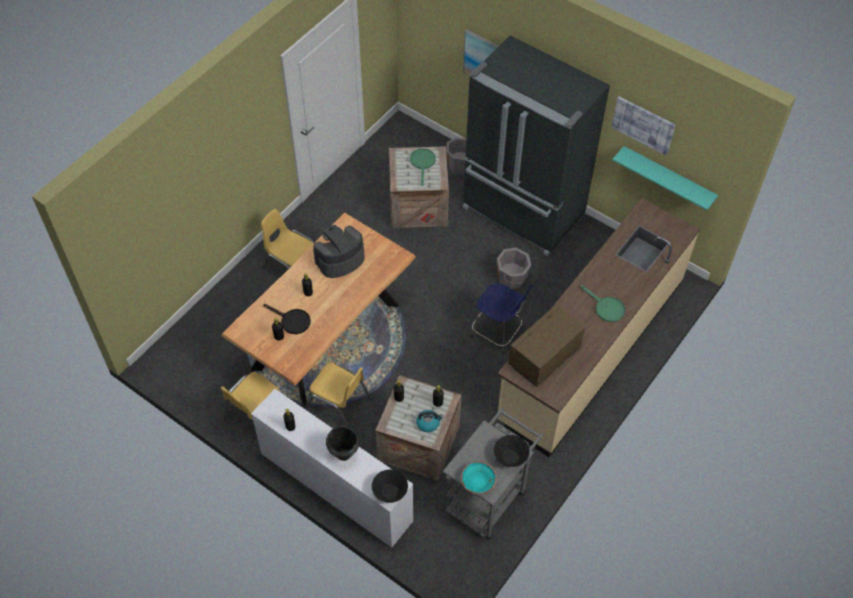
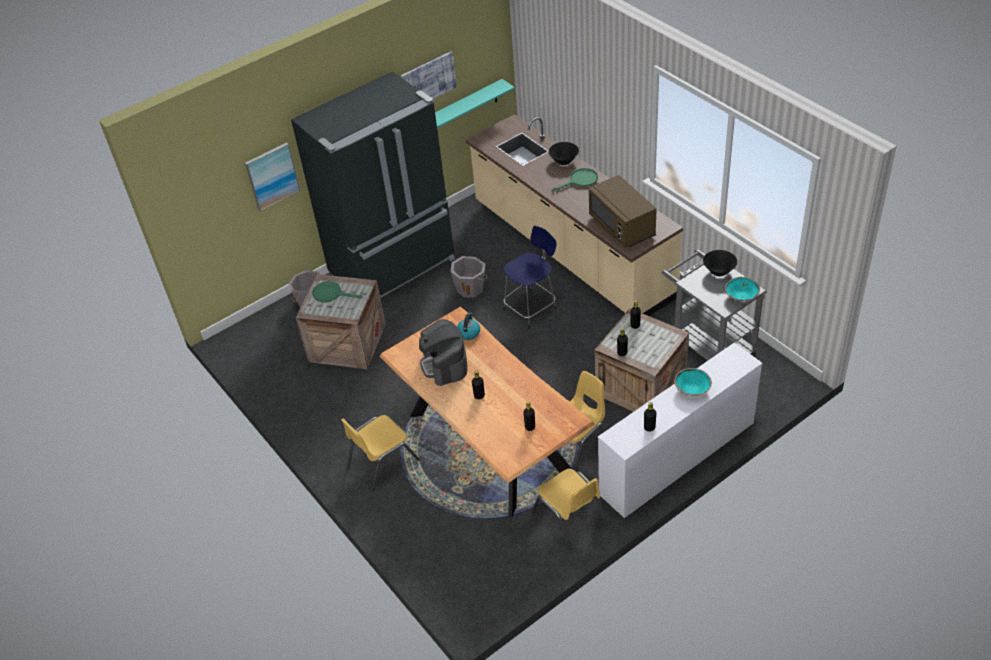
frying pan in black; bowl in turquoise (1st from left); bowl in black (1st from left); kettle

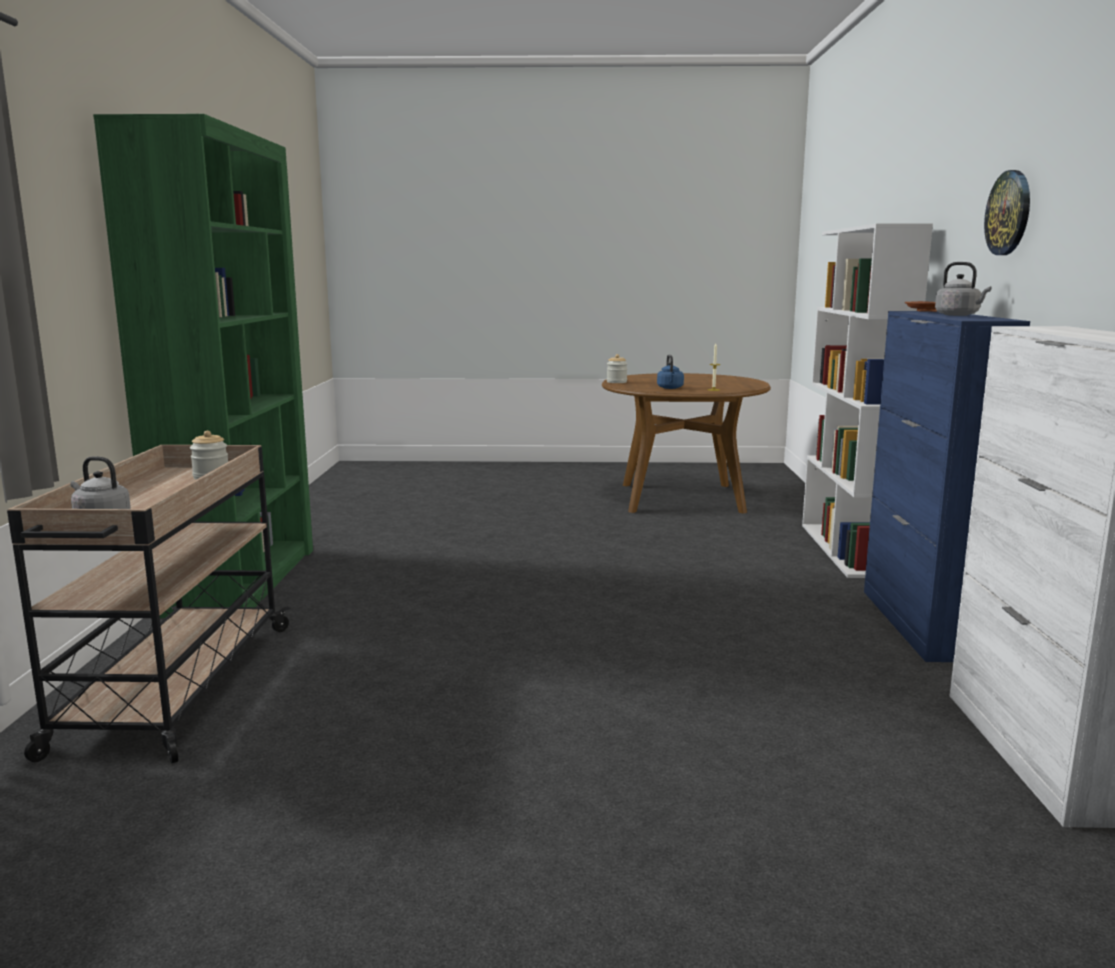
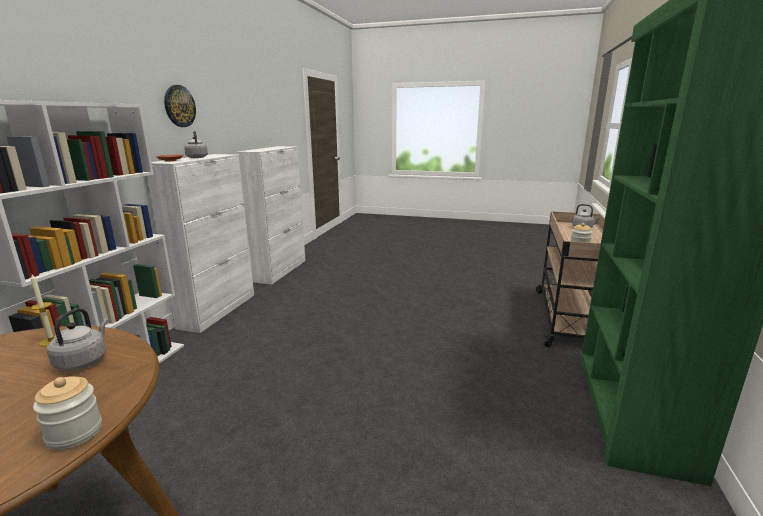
kettle in grey (1st from left); cabinet in white (1st from left)

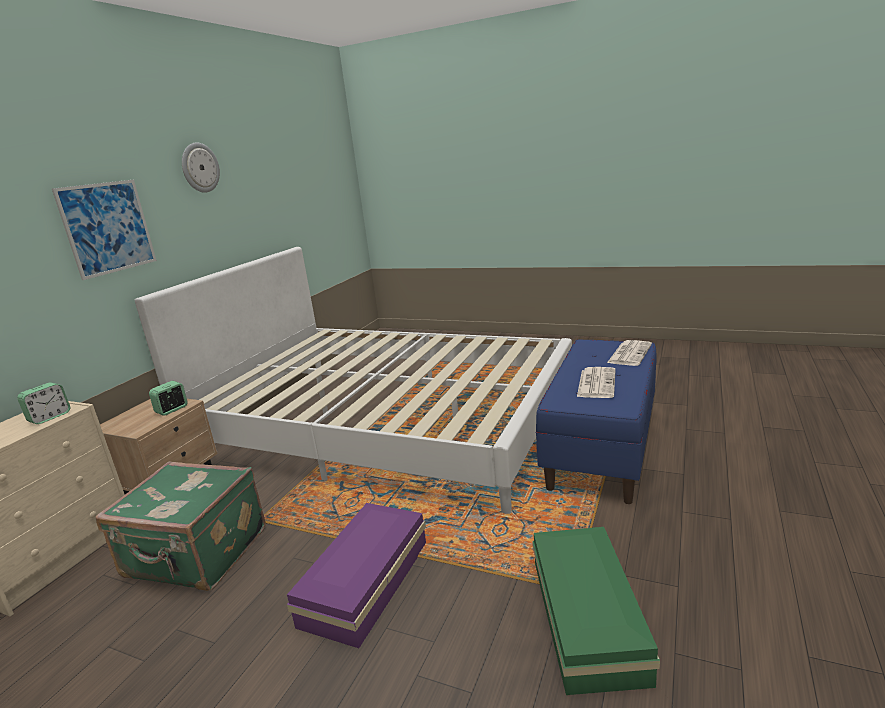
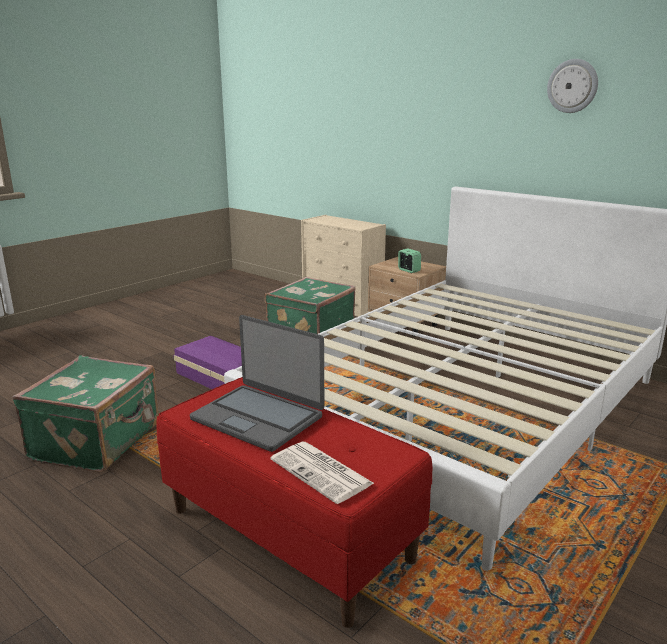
alarm clock (1st from left in the first image); picture; suitcase in green (1st from left); bench in red; laptop

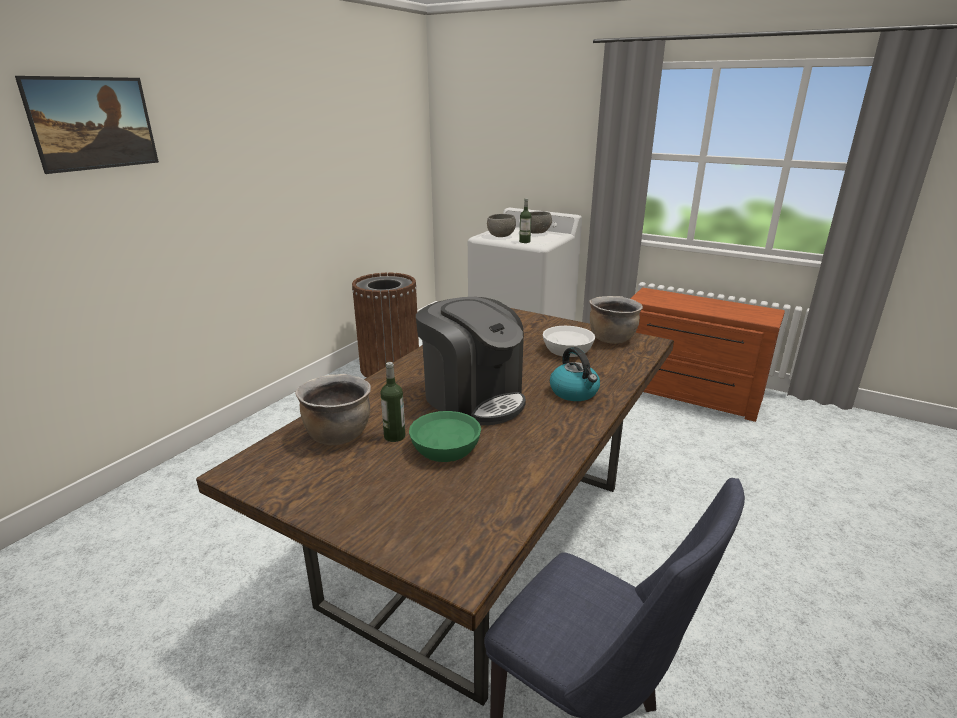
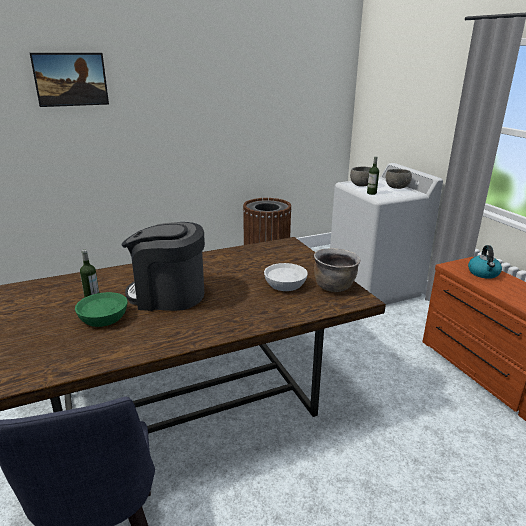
cooking pot in brown (1st from left in the first image); coffee machine; kettle

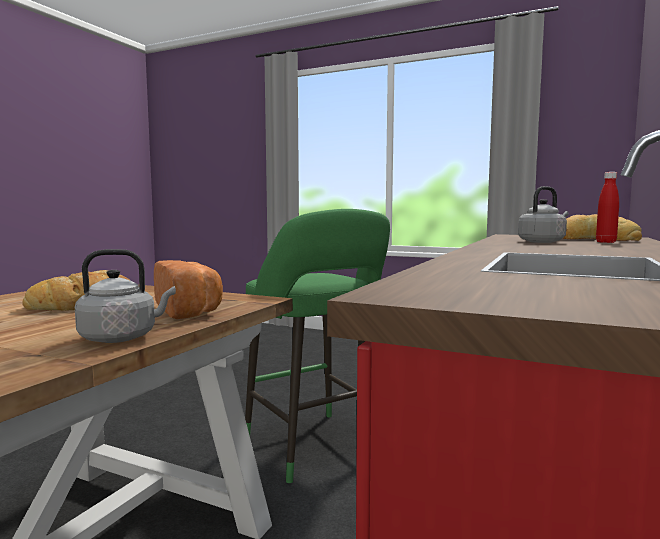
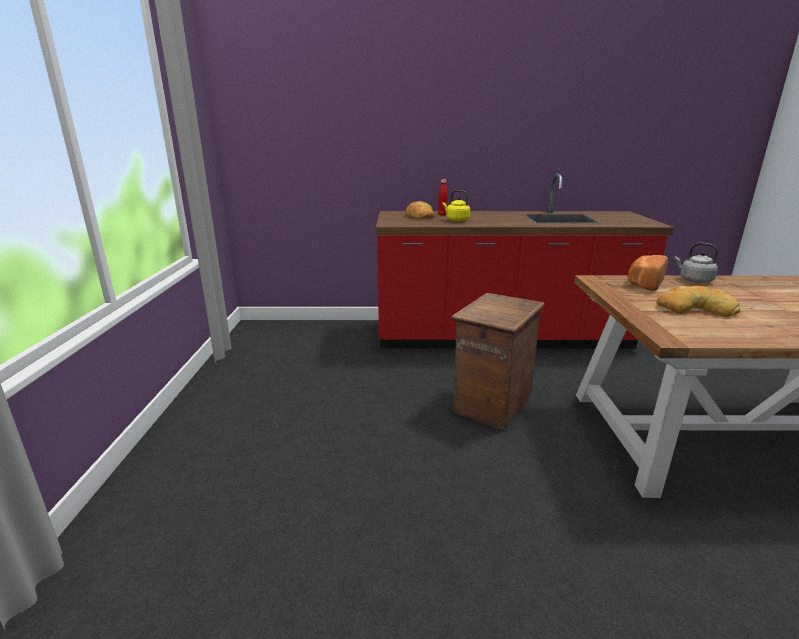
crate; kettle in yellow

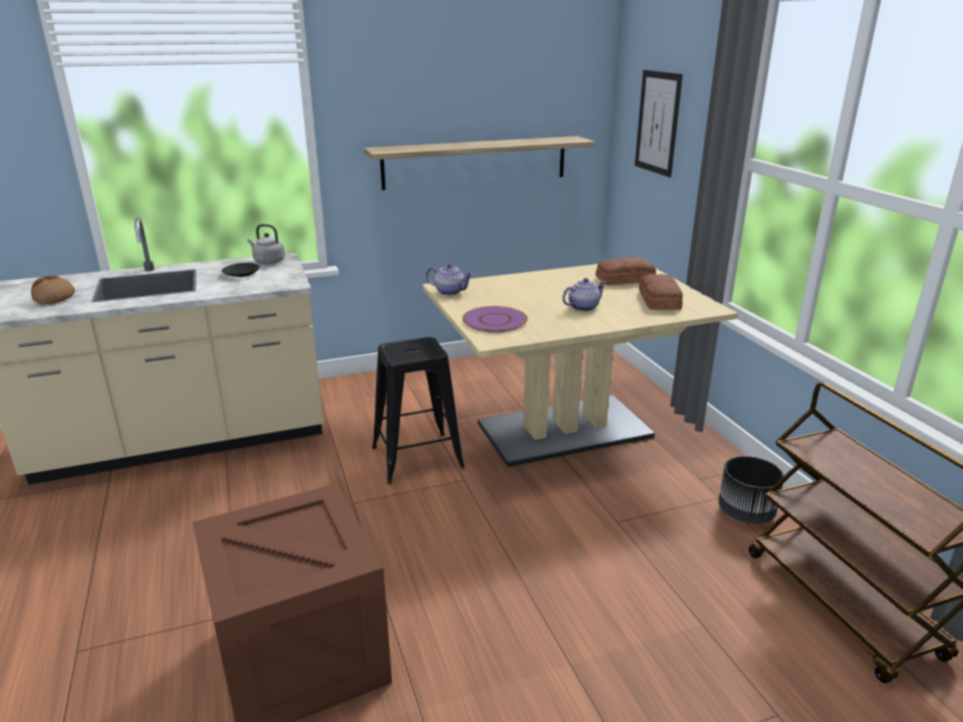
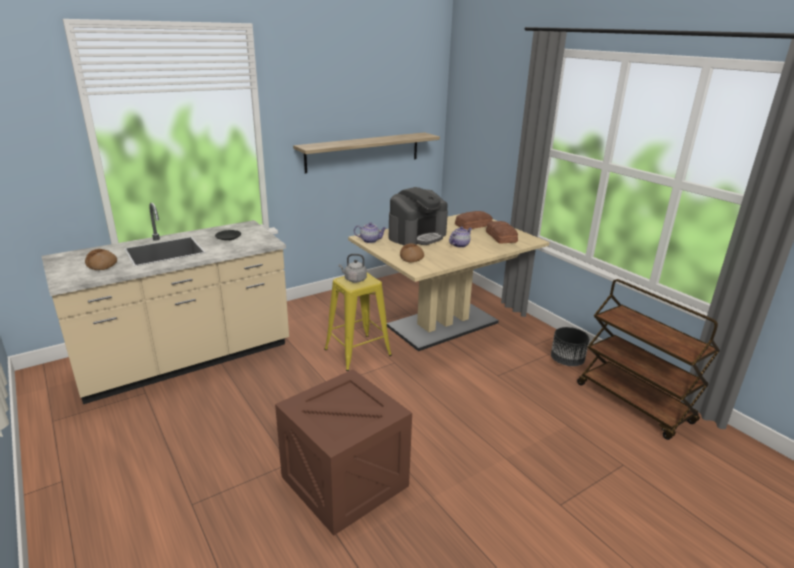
kettle in grey; stool in yellow; bread (2nd from left); picture; coffee machine

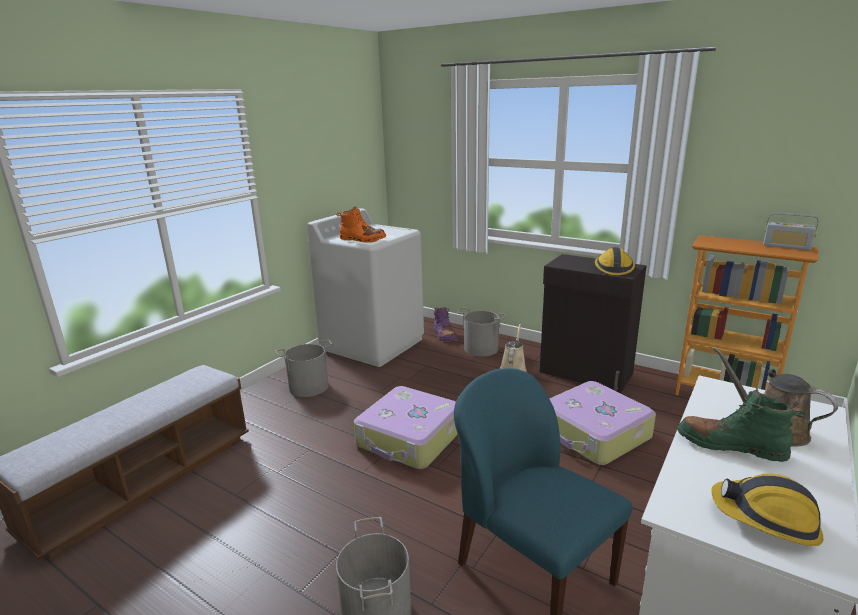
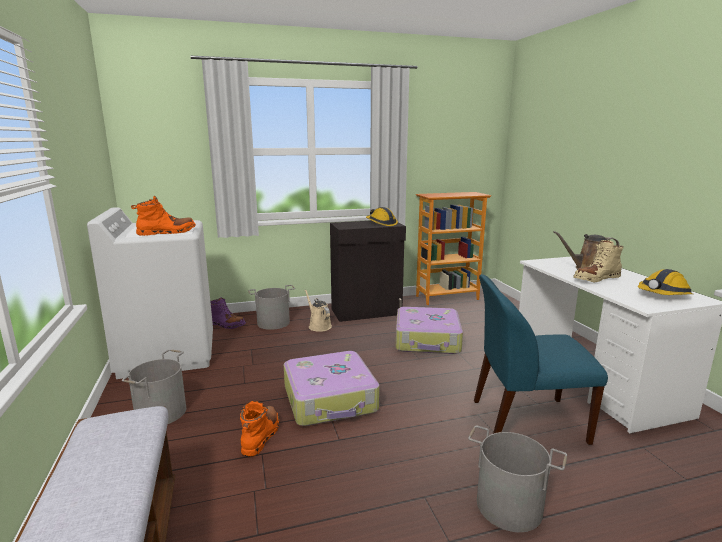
boot in beige; radio; boot in orange (2nd from left)

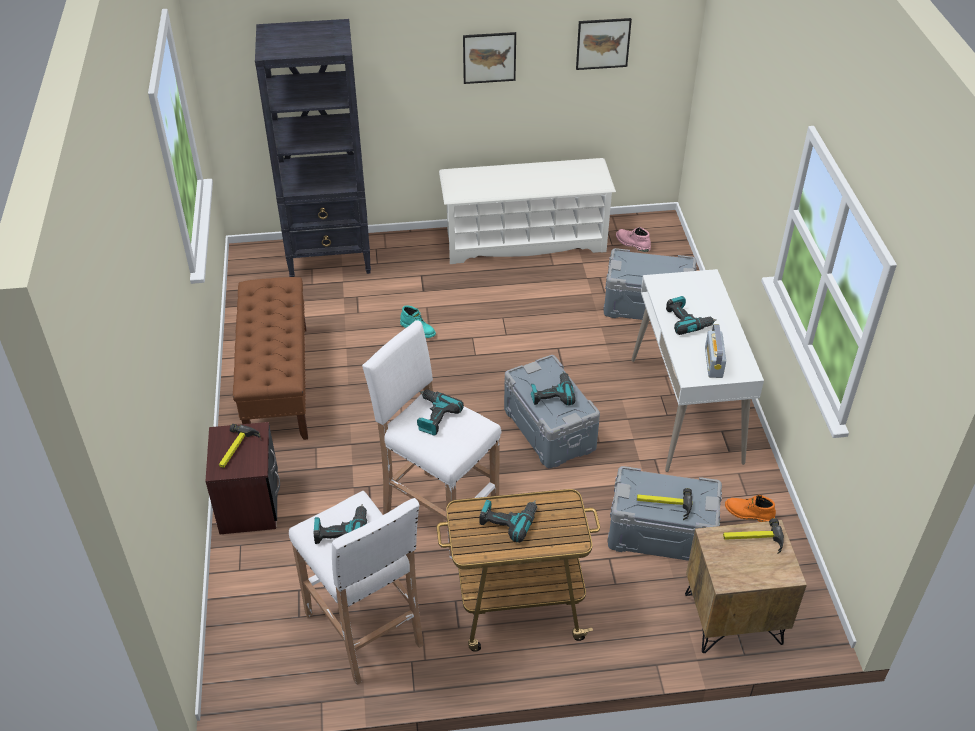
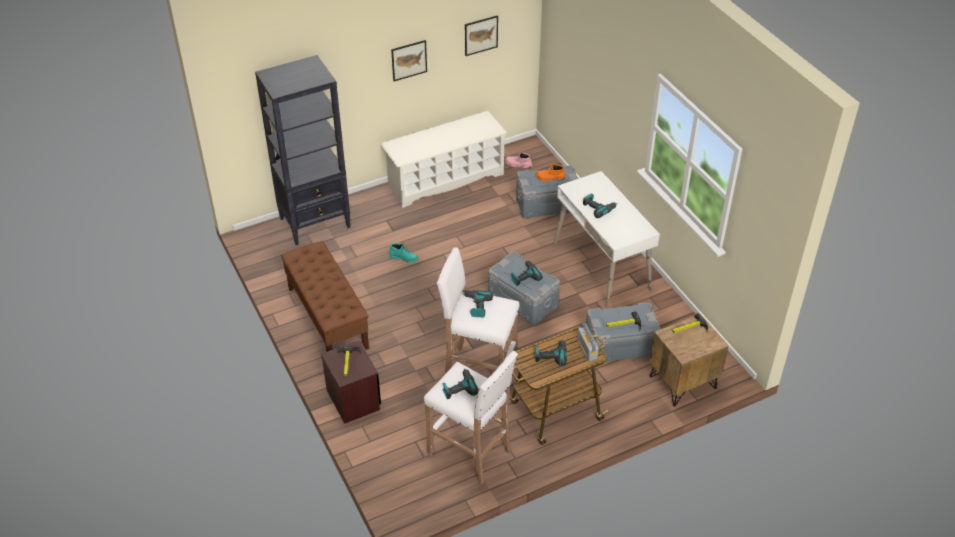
radio; boot in orange

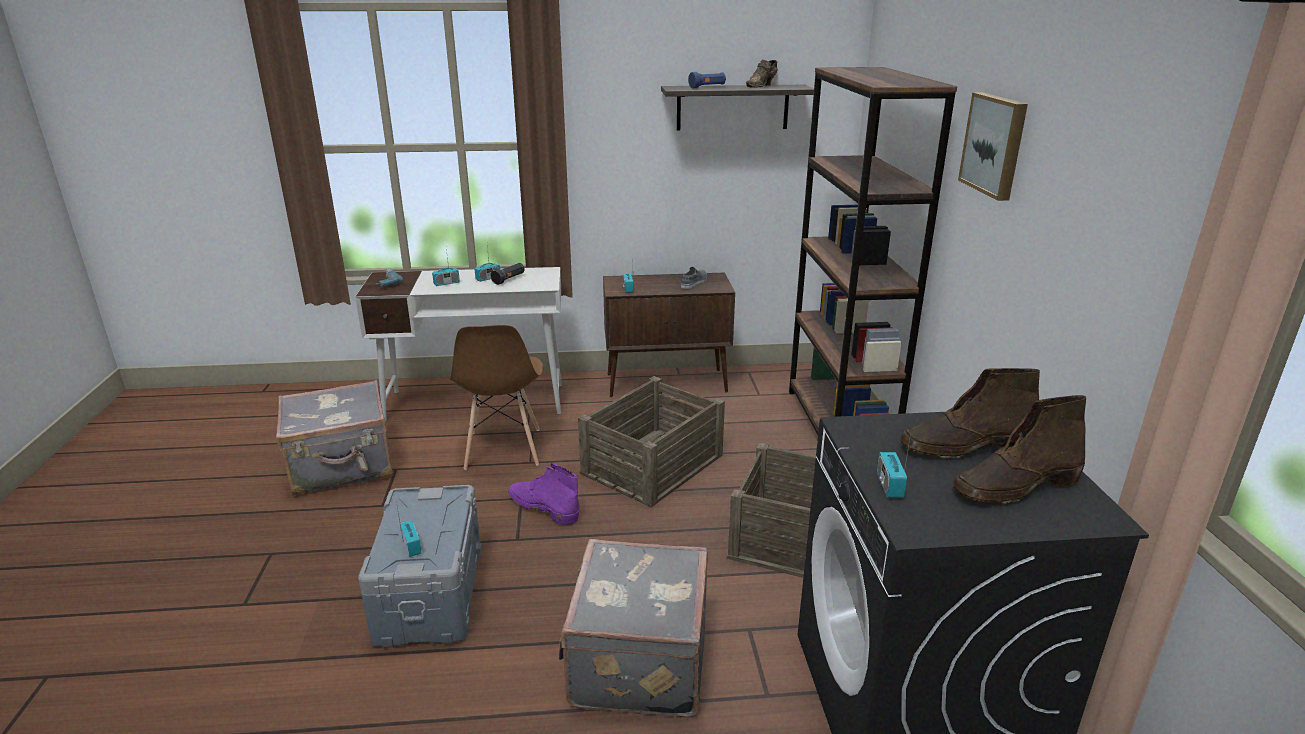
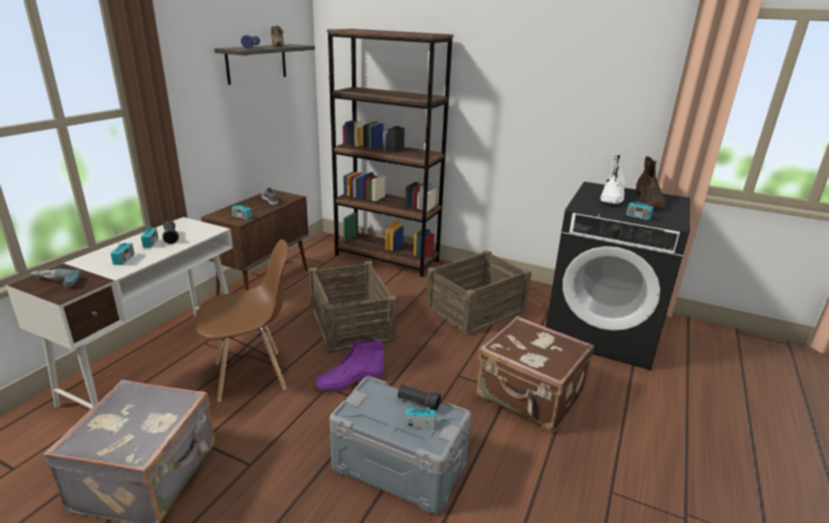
chair in brown; suitcase in brown; boot in white; picture; flashlight in black (2nd from left)

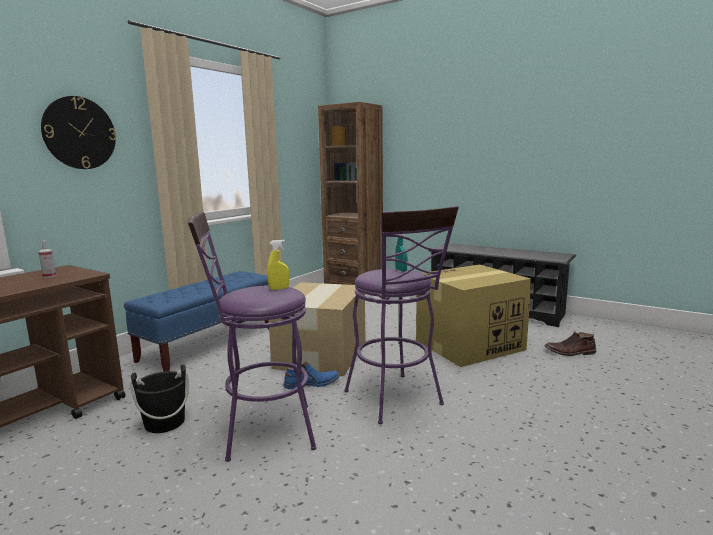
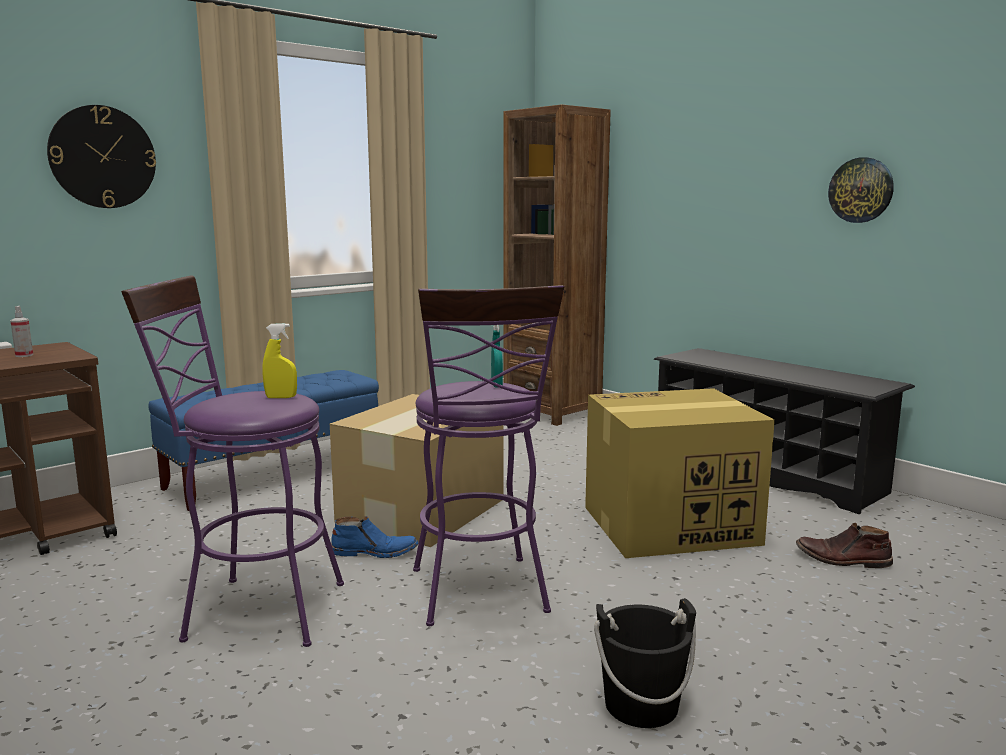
bucket in black; wall clock (2nd from left)

